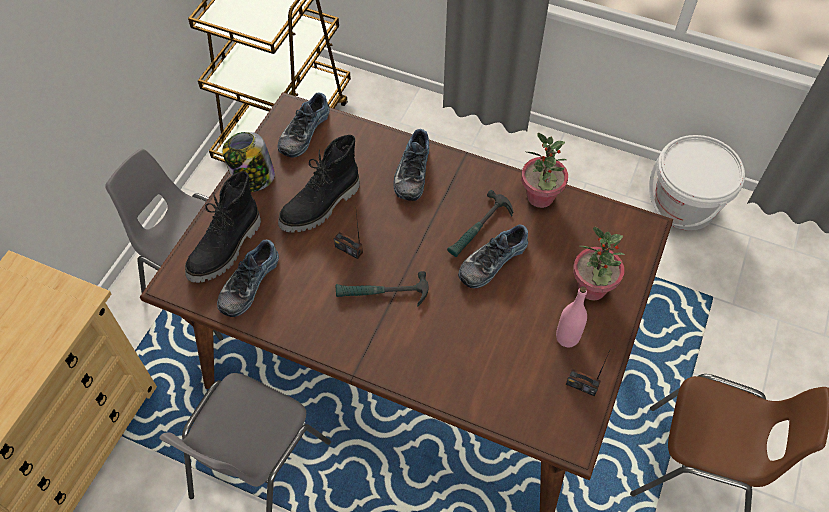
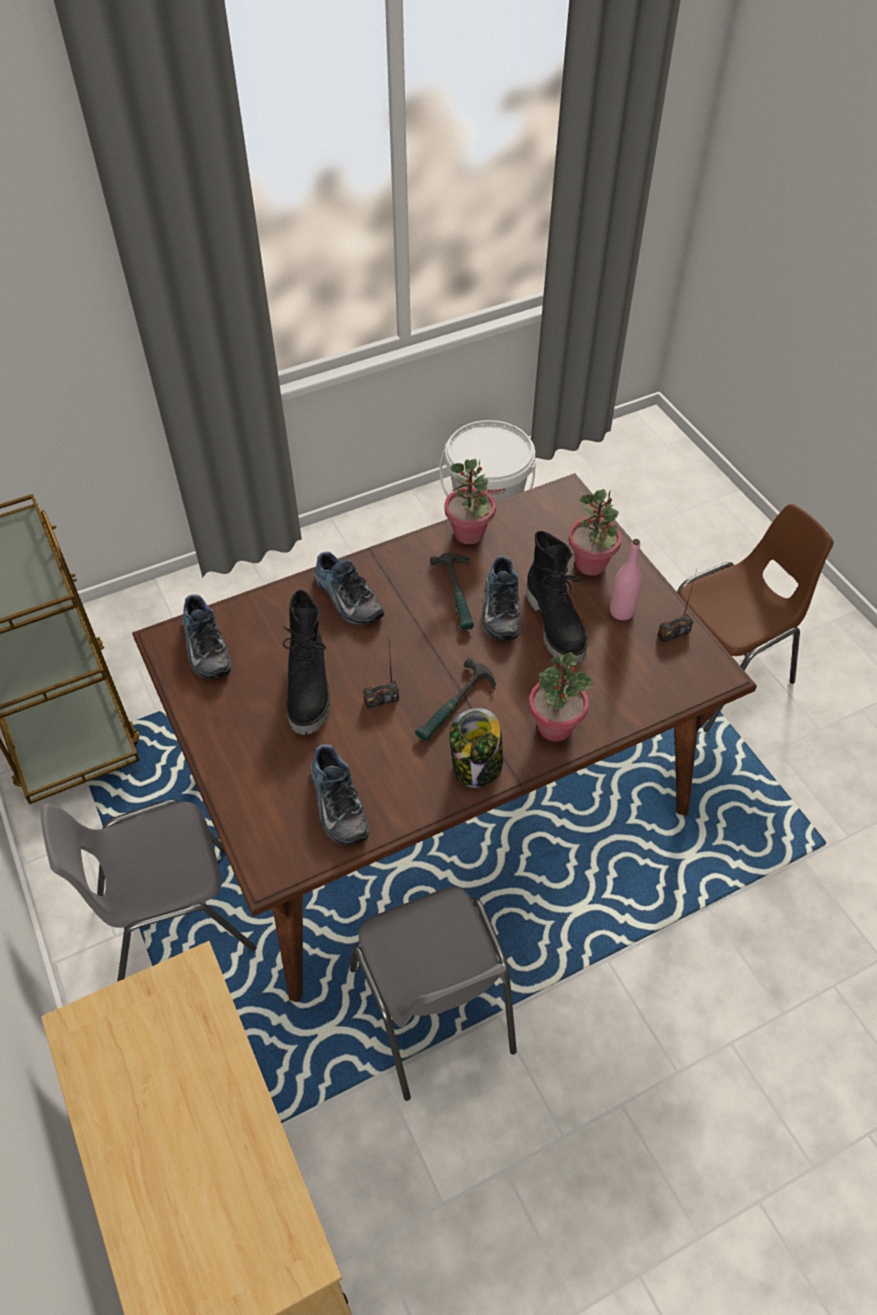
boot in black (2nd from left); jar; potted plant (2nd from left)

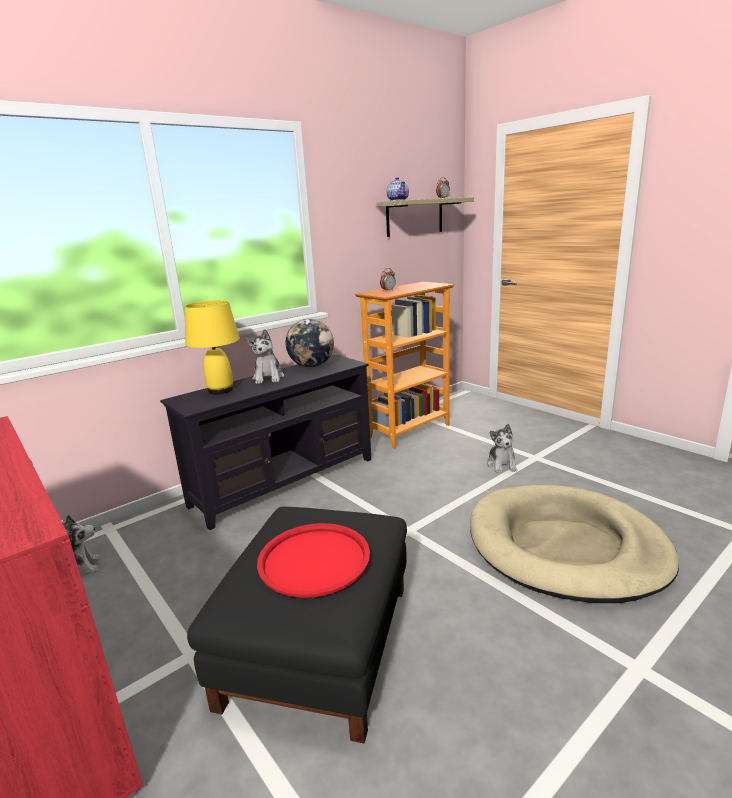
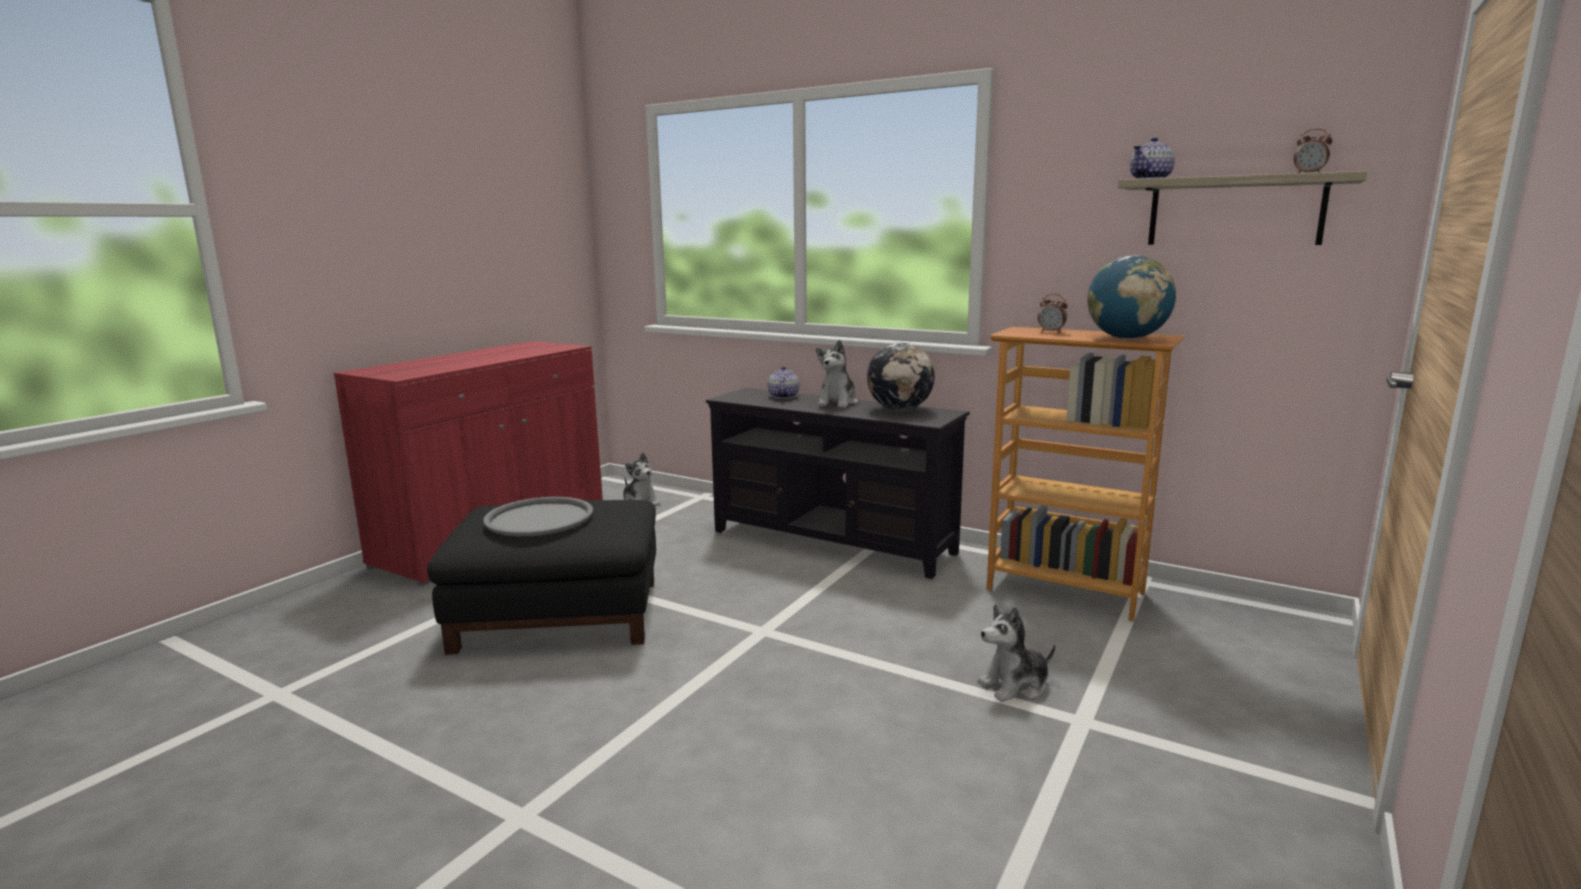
teapot (1st from left); plush toy (2nd from left); tray in grey; dog bed in beige; globe (2nd from left)

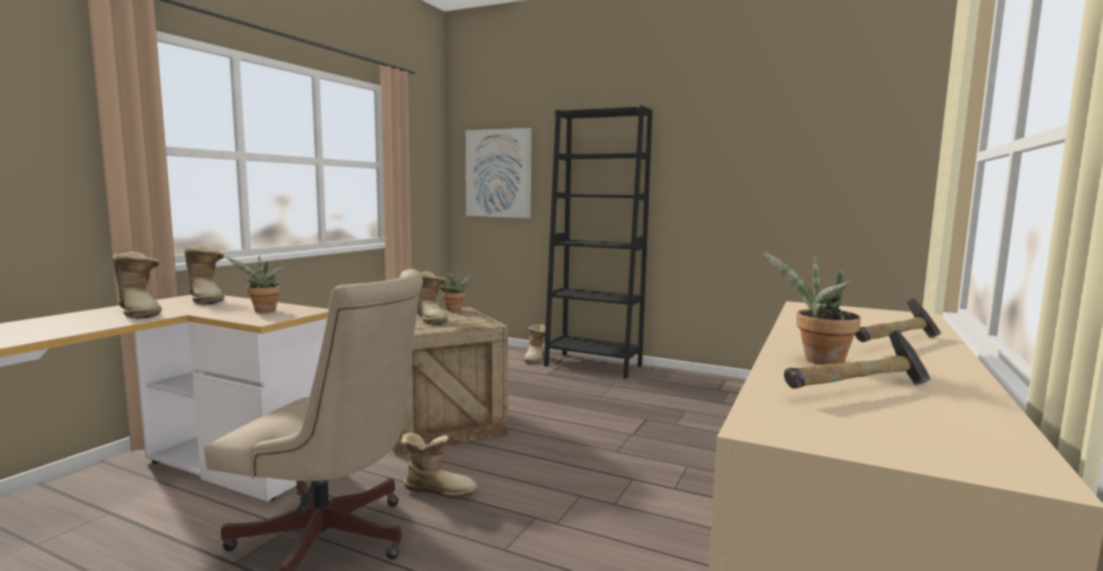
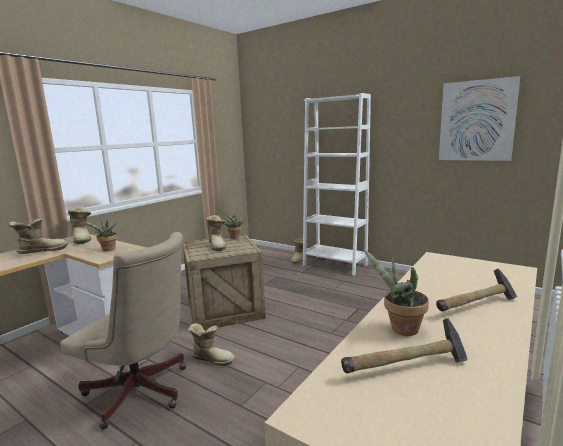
boot (1st from left); picture; bookcase in white

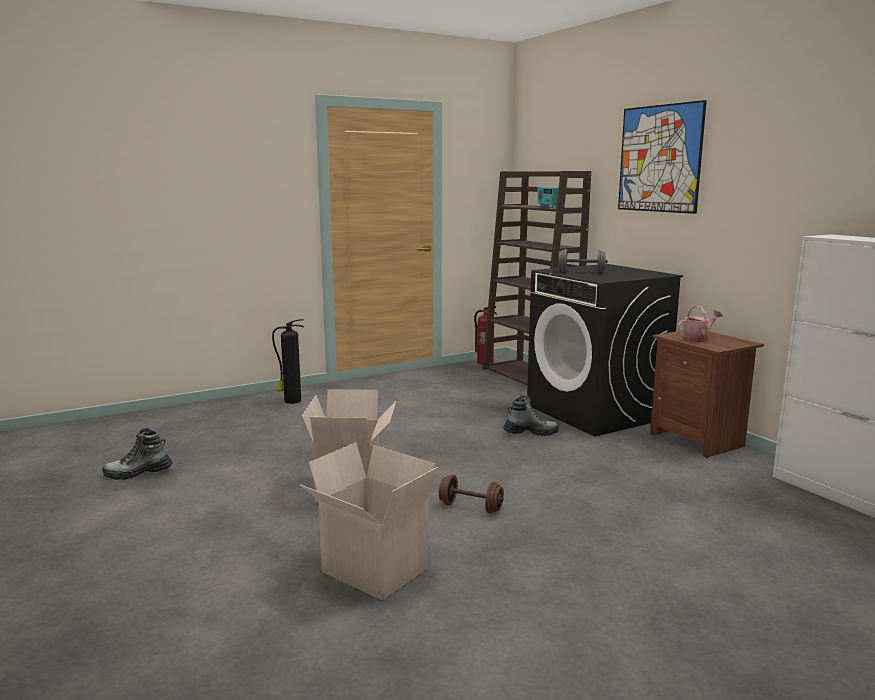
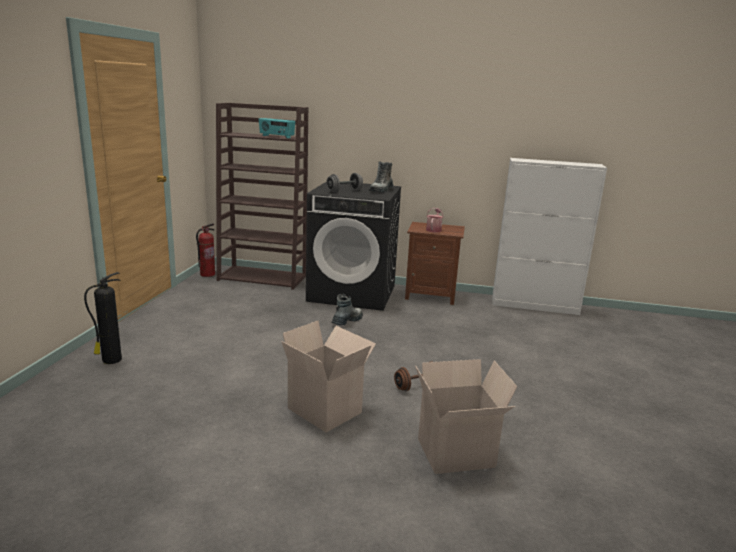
boot (2nd from left); picture

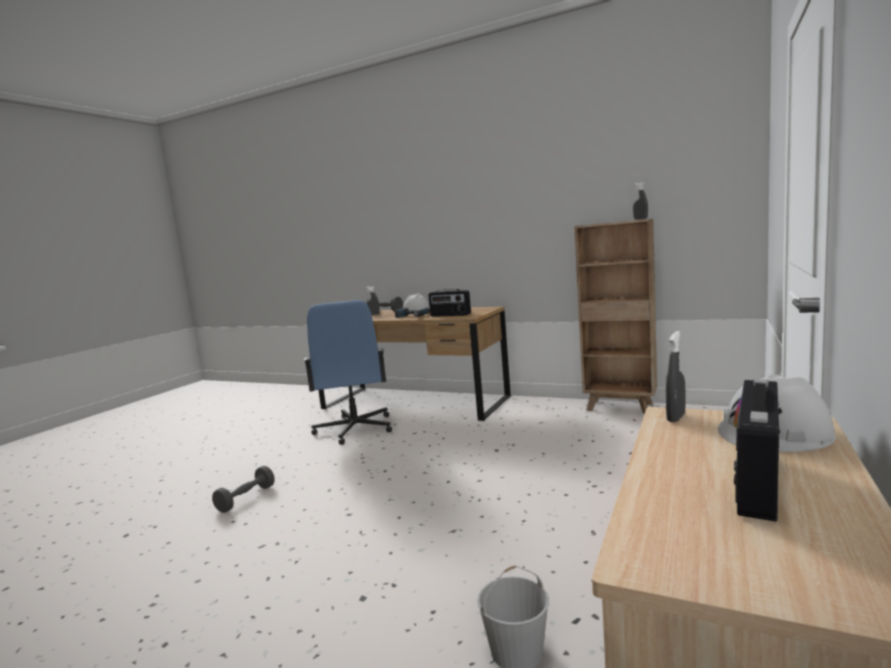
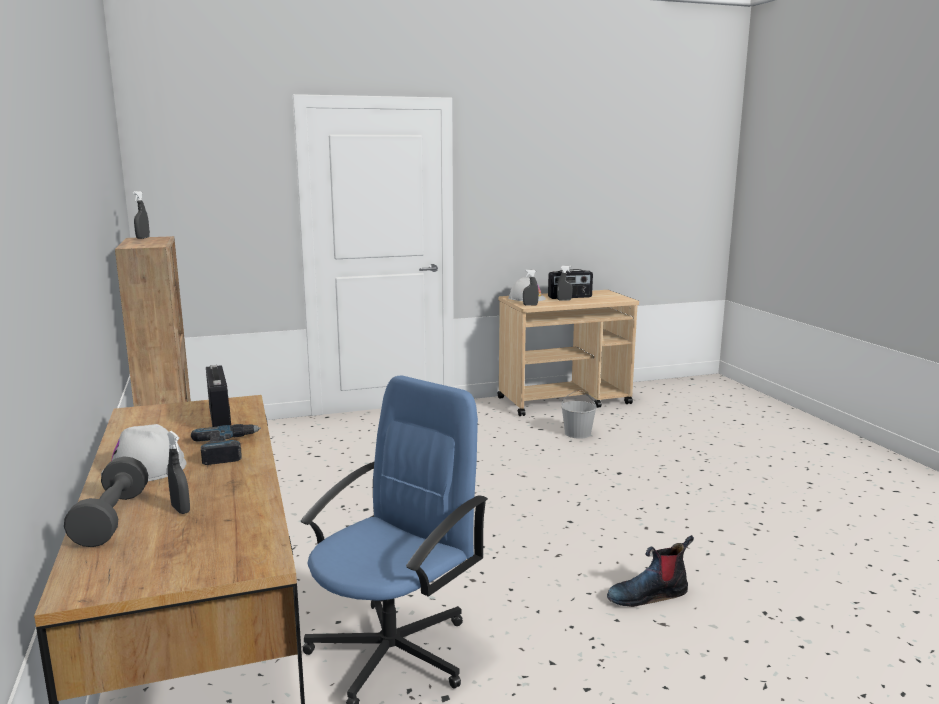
boot; spray bottle in grey (4th from left)

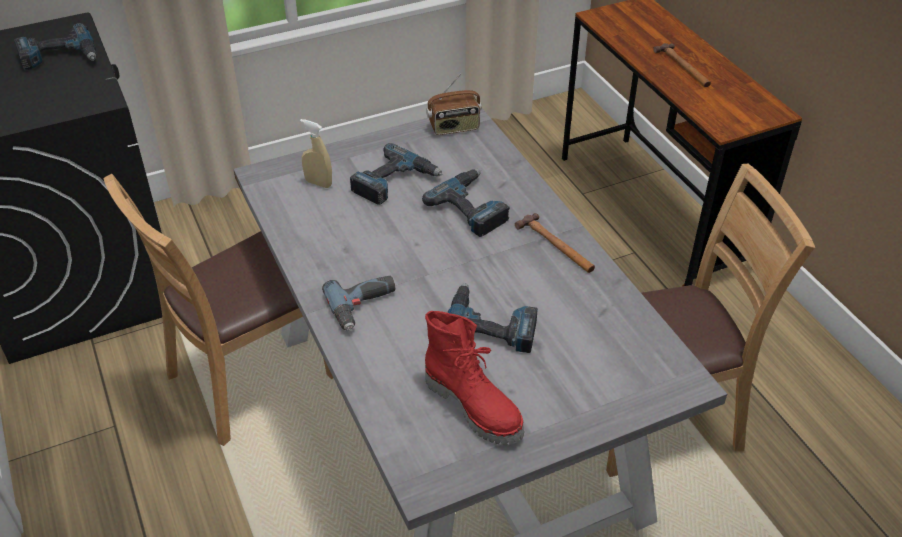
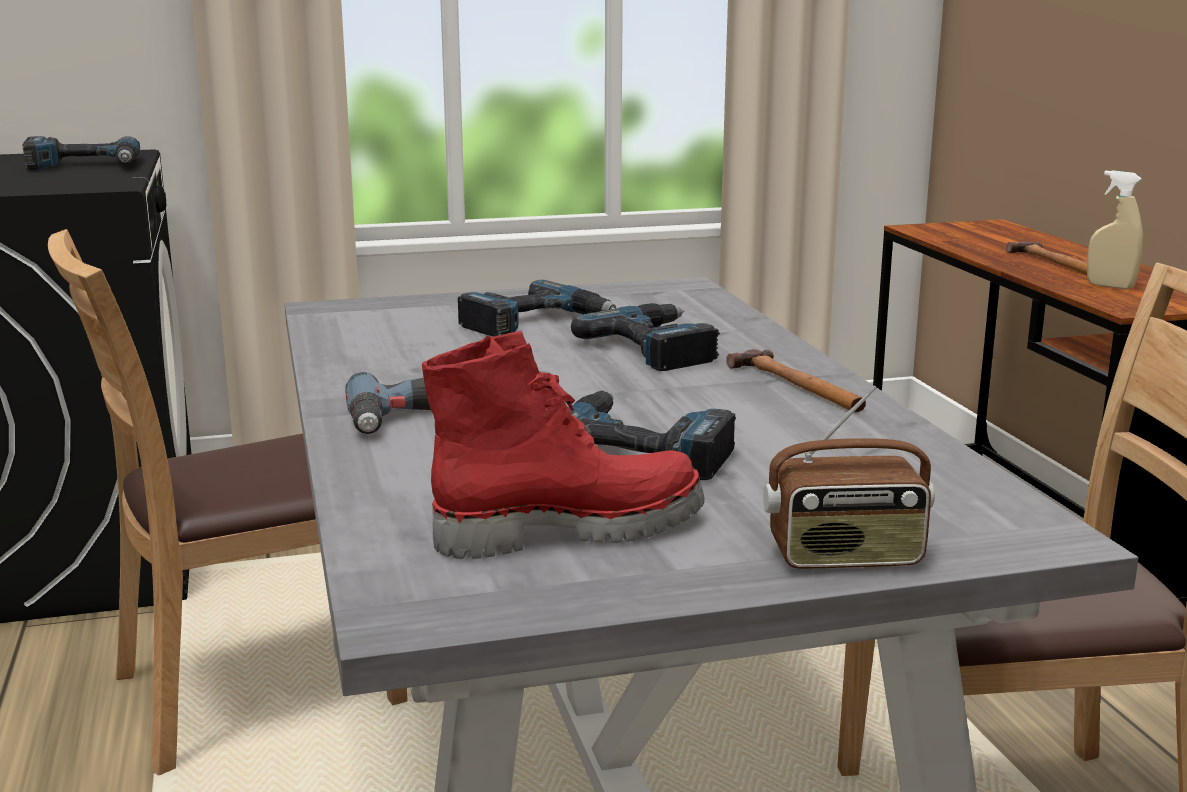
spray bottle in beige; boot in red; radio

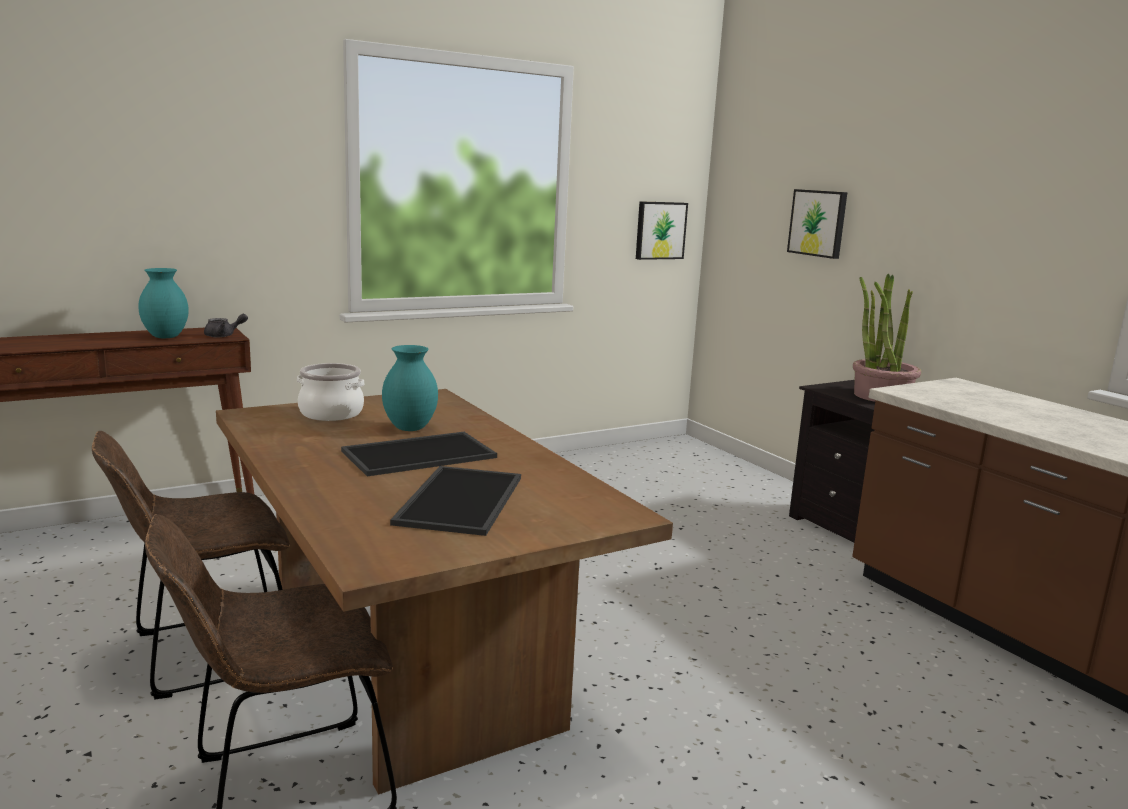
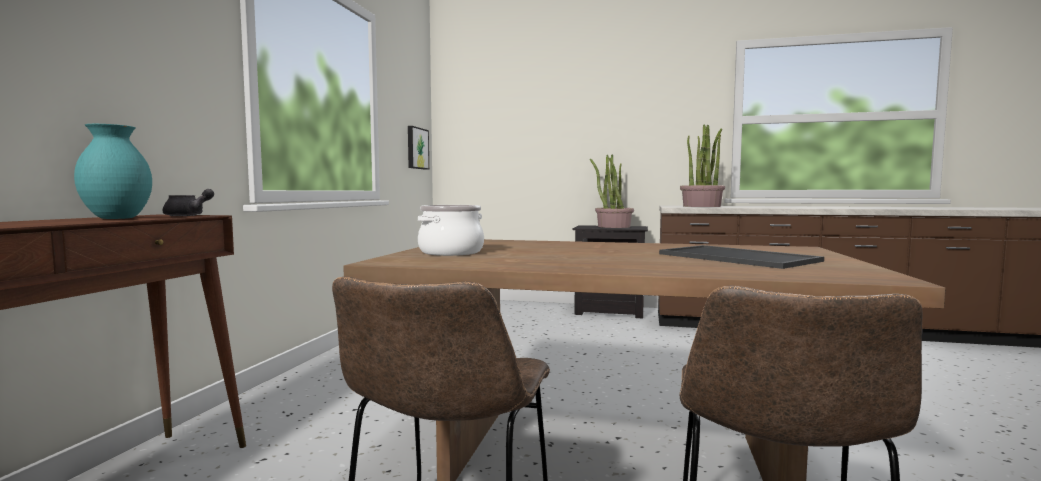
tray (1st from left in the first image); vase in turquoise (2nd from left in the first image); picture (2nd from left in the first image); potted plant (2nd from left)

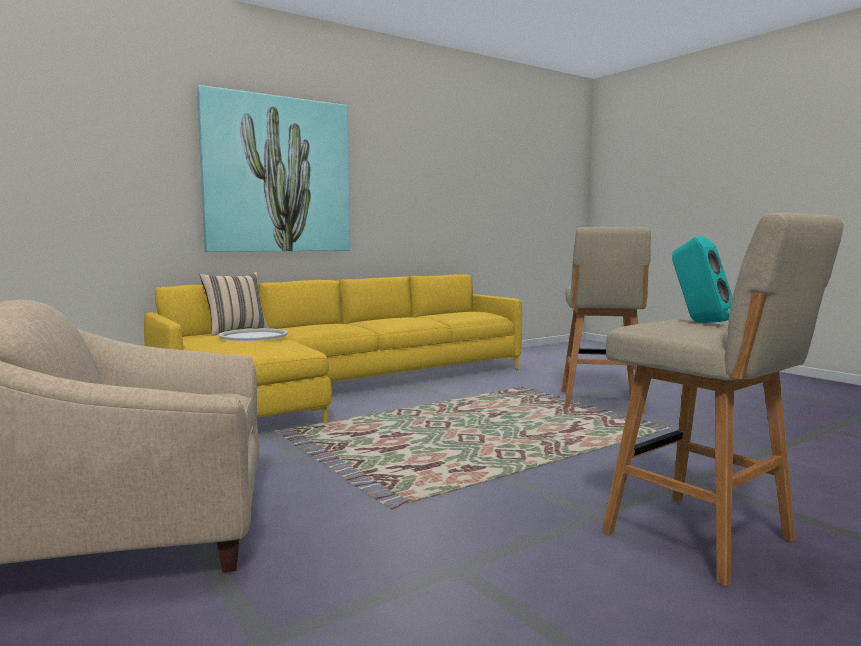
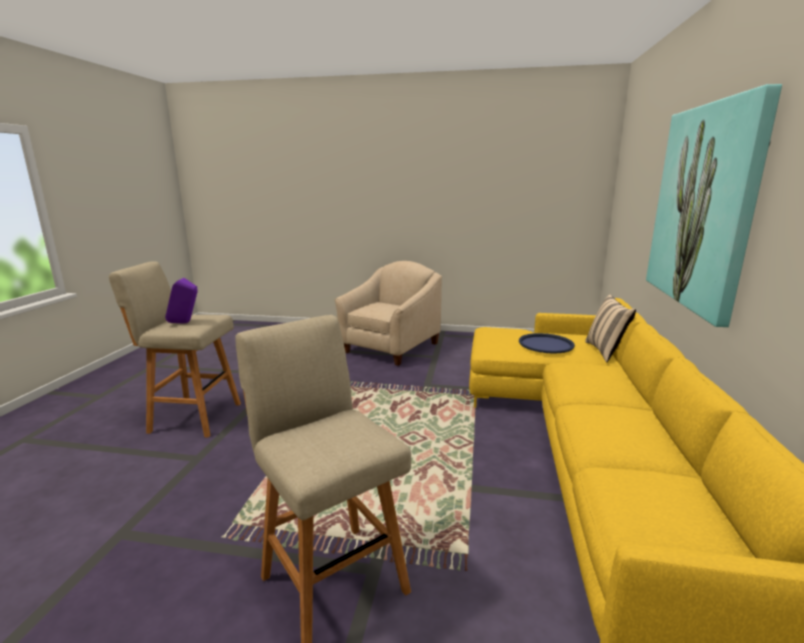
tray in blue; speaker in purple

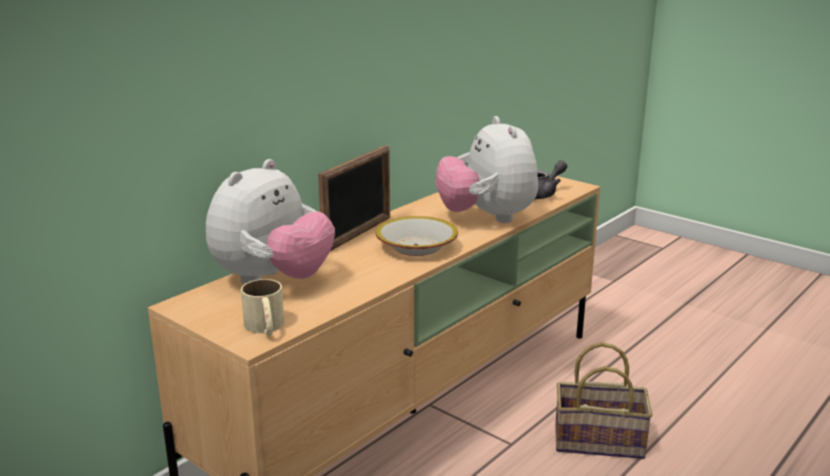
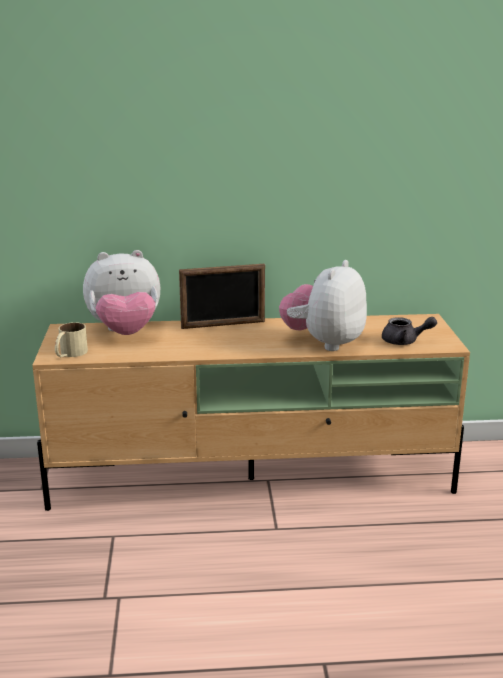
bowl; basket

